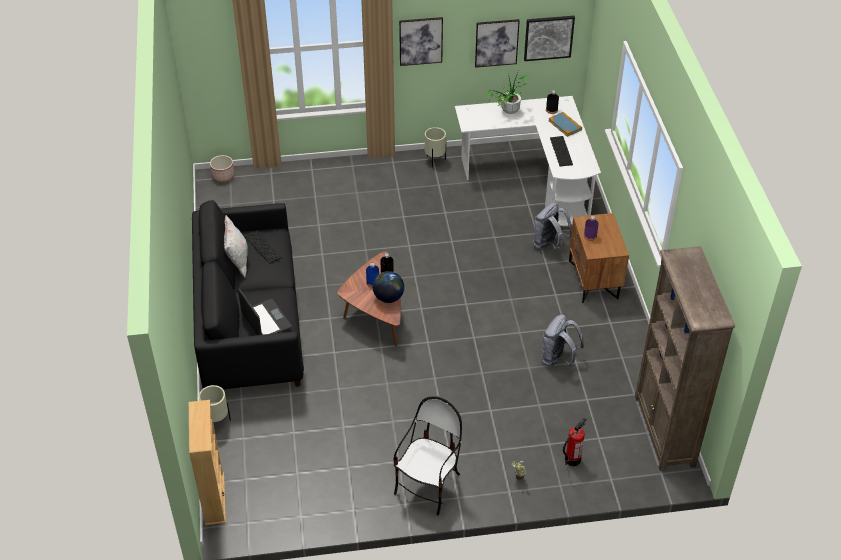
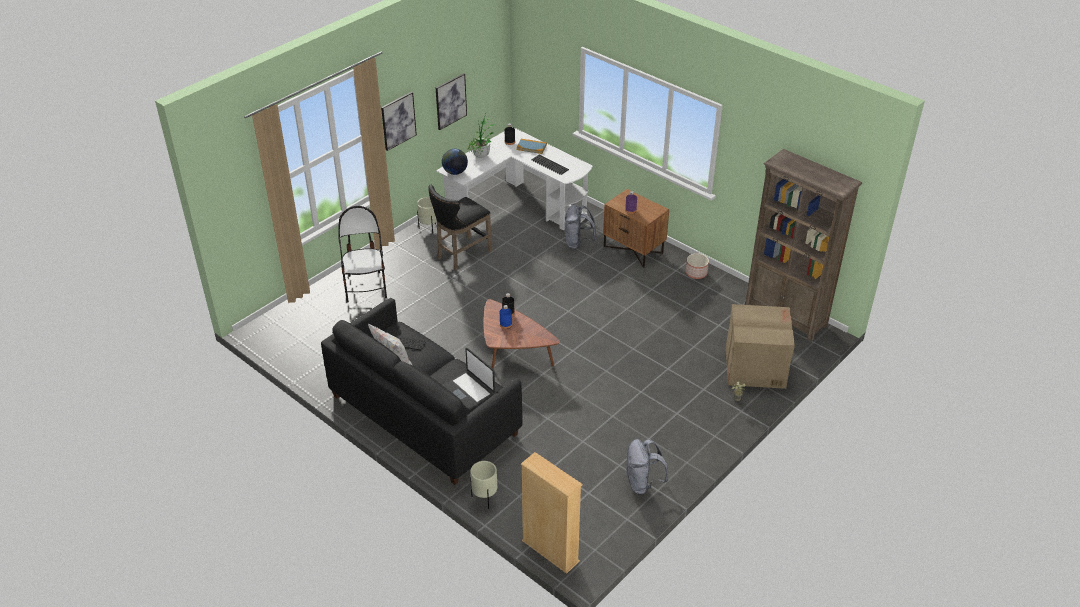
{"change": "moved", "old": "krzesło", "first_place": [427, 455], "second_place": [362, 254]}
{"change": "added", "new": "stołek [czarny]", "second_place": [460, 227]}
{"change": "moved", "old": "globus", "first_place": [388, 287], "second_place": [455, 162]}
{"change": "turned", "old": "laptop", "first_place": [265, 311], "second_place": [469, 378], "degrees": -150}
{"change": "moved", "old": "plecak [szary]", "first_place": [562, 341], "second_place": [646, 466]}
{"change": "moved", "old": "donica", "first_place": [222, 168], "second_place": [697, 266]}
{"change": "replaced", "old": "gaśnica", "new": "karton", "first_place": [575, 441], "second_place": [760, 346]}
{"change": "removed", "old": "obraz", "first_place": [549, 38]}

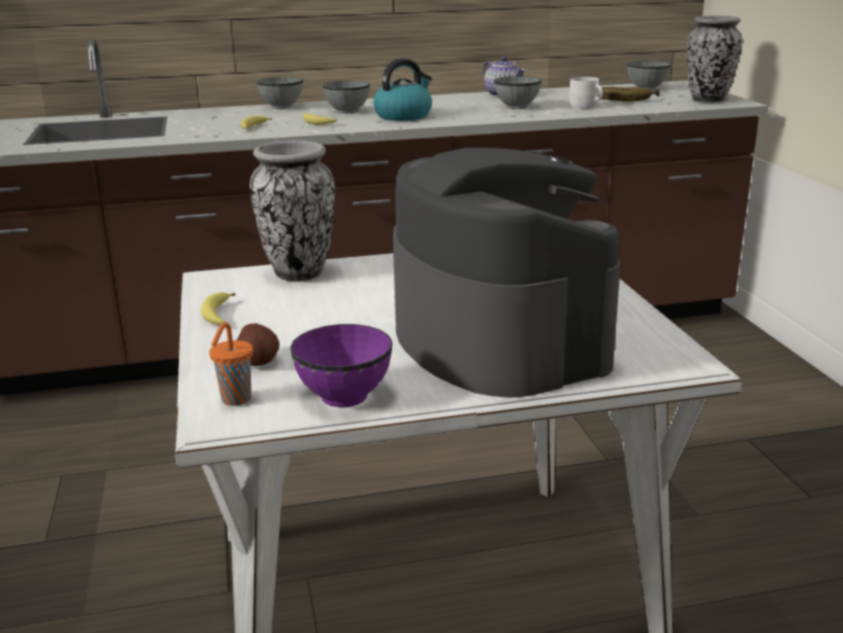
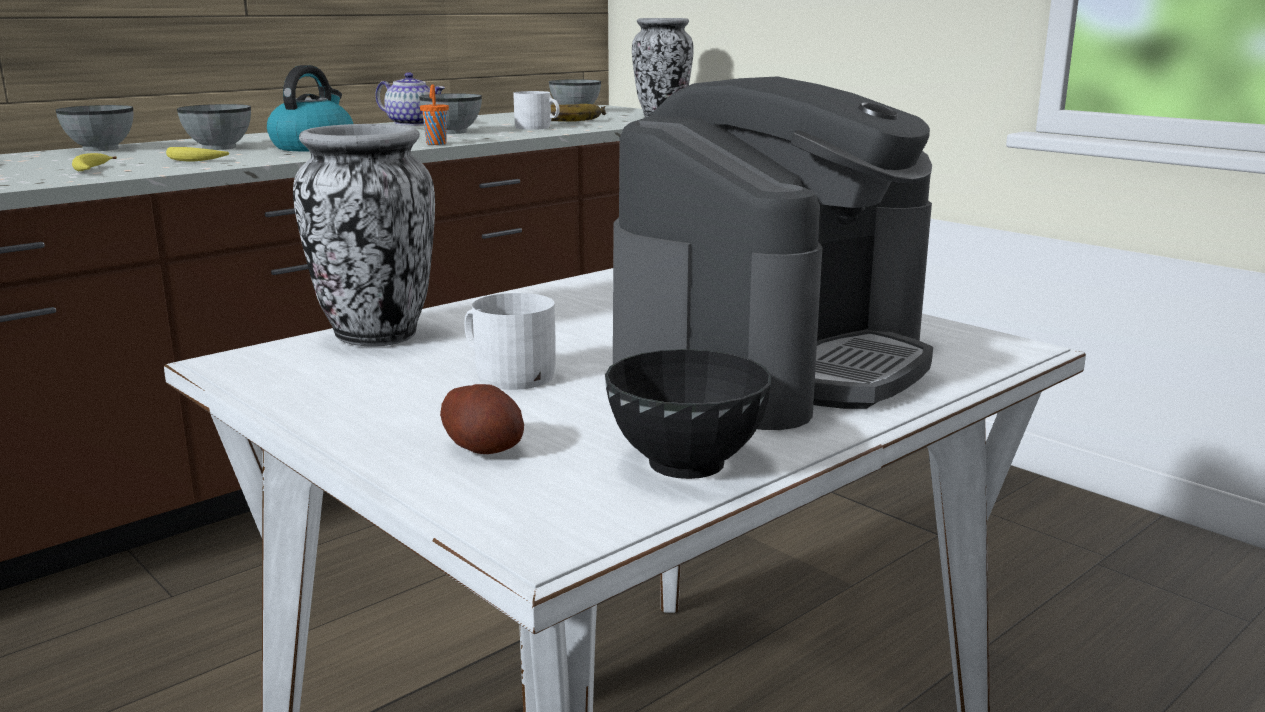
{"change": "moved", "old": "filiżanka [pomarańczowy]", "first_place": [231, 364], "second_place": [434, 114]}
{"change": "added", "new": "kubek [biały]", "second_place": [510, 341]}
{"change": "recoloured", "old": "miska [fioletowy]", "new": "miska [czarny]", "first_place": [341, 365], "second_place": [688, 414]}
{"change": "turned", "old": "ekspres do kawy", "first_place": [507, 272], "second_place": [773, 253], "degrees": 90}
{"change": "removed", "old": "banan", "first_place": [218, 308]}

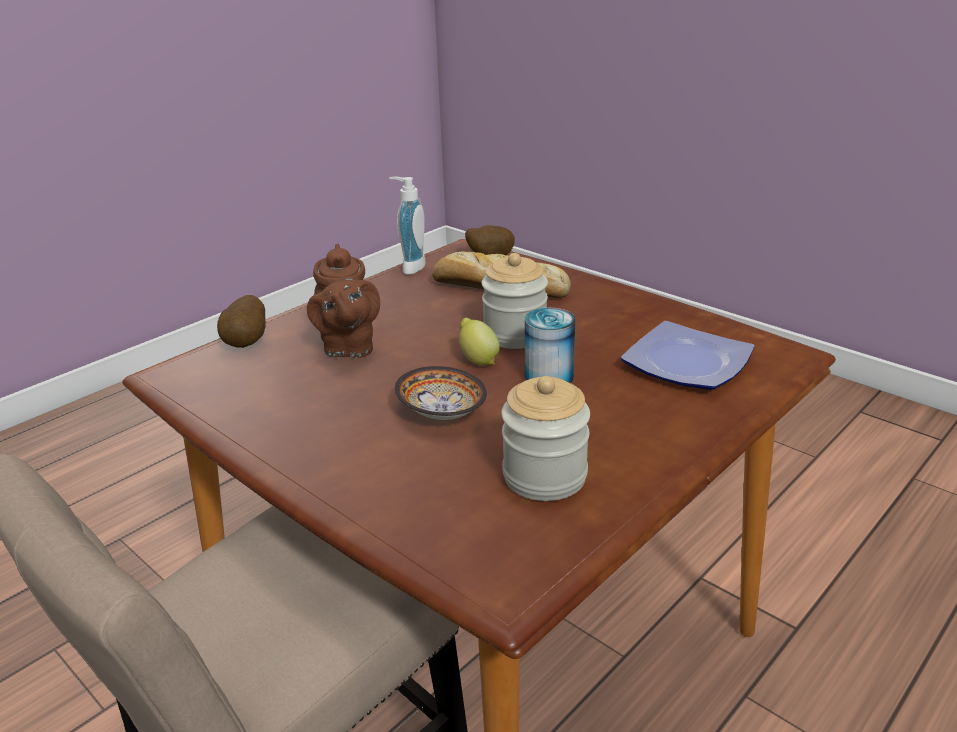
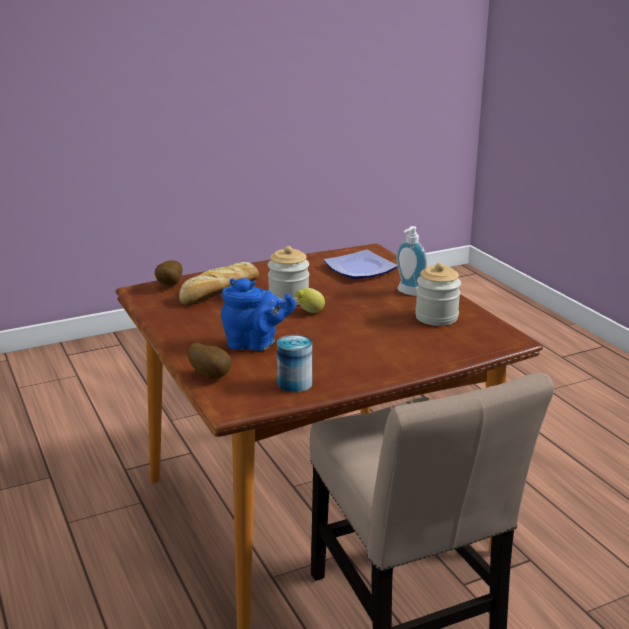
{"change": "recoloured", "old": "imbryk [brązowy]", "new": "imbryk [niebieski]", "first_place": [343, 301], "second_place": [258, 314]}
{"change": "moved", "old": "puszka", "first_place": [550, 345], "second_place": [294, 363]}
{"change": "moved", "old": "dozownik mydła", "first_place": [407, 226], "second_place": [411, 261]}
{"change": "removed", "old": "miska", "first_place": [441, 393]}

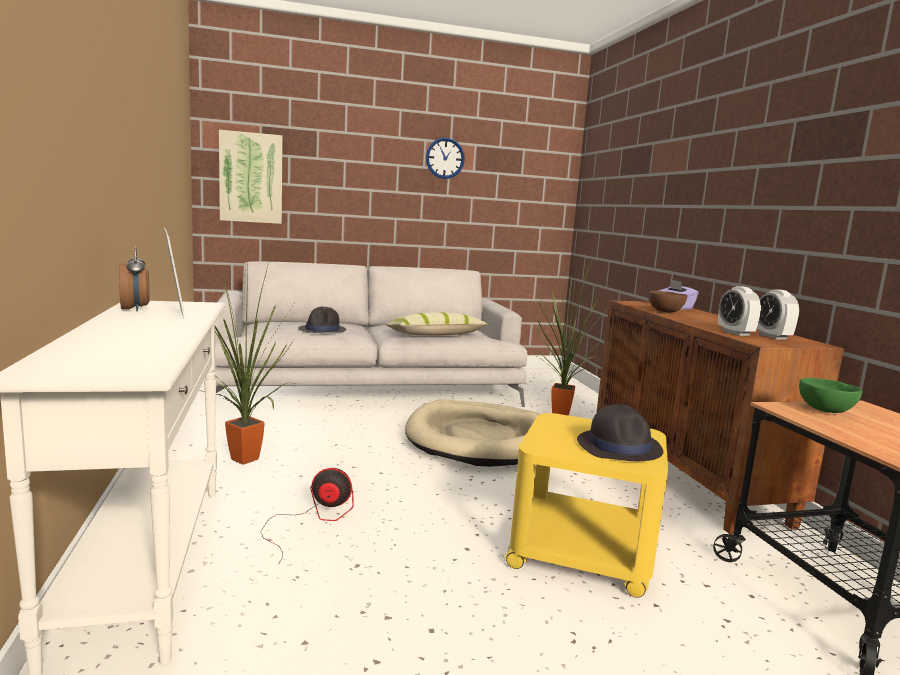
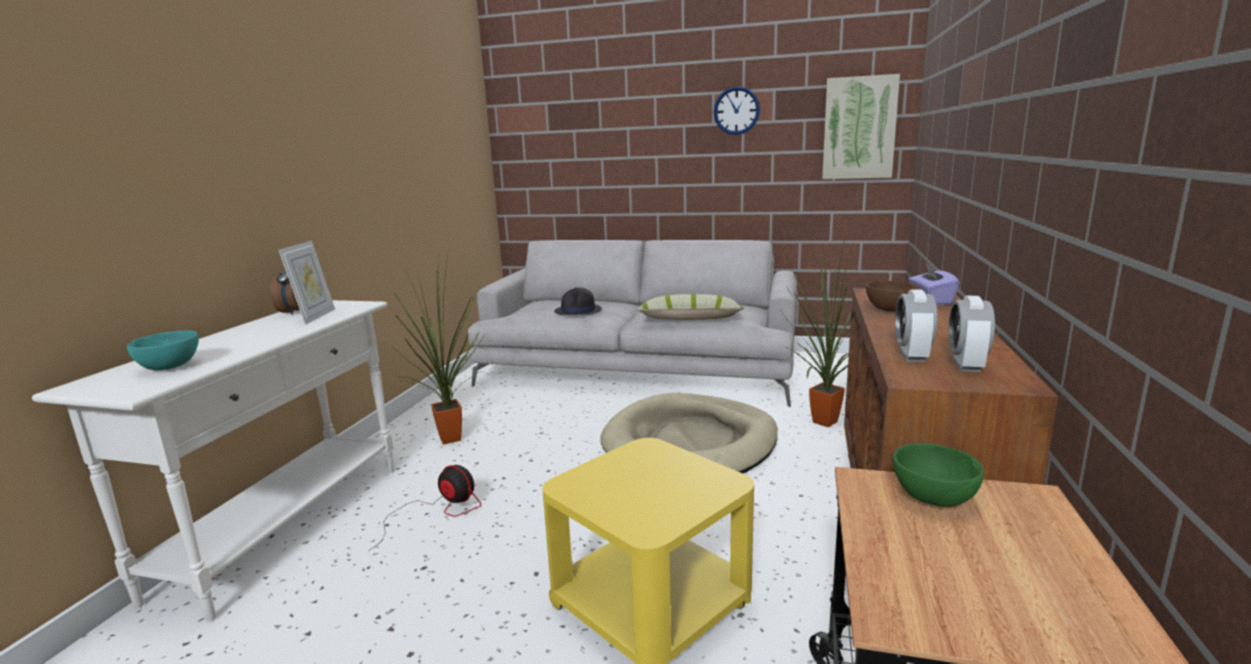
{"change": "added", "new": "miska [turkusowy]", "second_place": [163, 350]}
{"change": "moved", "old": "obraz", "first_place": [251, 177], "second_place": [861, 126]}
{"change": "removed", "old": "kapelusz [czarny]", "first_place": [620, 432]}

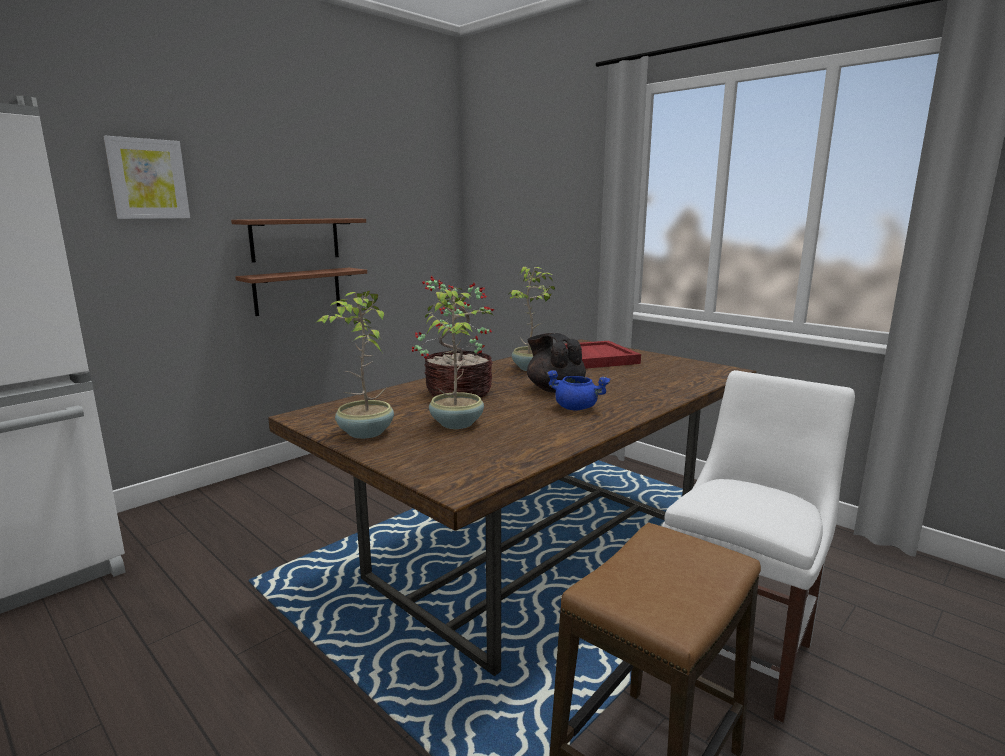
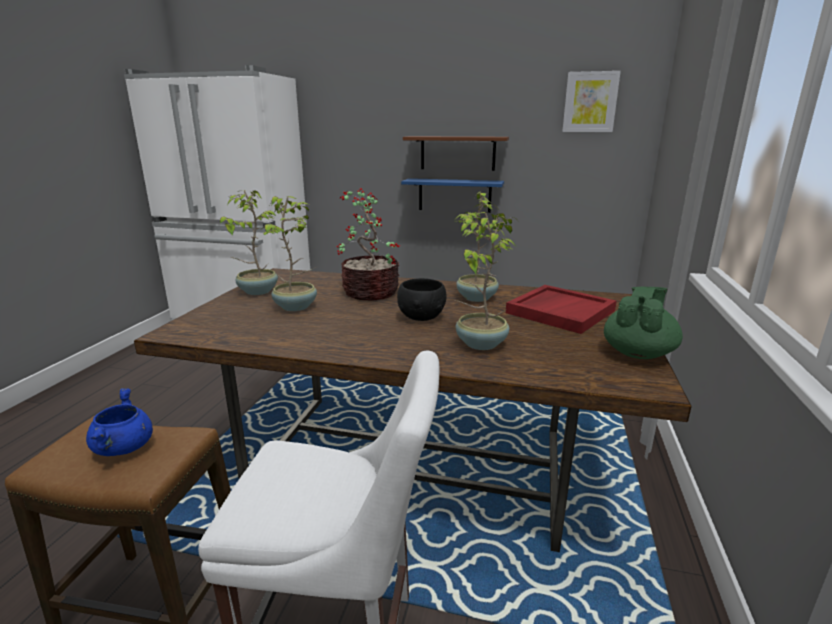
{"change": "moved", "old": "garnek [niebieski]", "first_place": [578, 390], "second_place": [119, 422]}
{"change": "replaced", "old": "imbryk [czarny]", "new": "miska [czarny]", "first_place": [556, 363], "second_place": [422, 299]}
{"change": "recoloured", "old": "półka [brązowy]", "new": "półka [niebieski]", "first_place": [301, 292], "second_place": [452, 195]}
{"change": "added", "new": "roślina doniczkowa", "second_place": [485, 281]}
{"change": "moved", "old": "obraz", "first_place": [146, 177], "second_place": [591, 101]}
{"change": "added", "new": "imbryk [zielony]", "second_place": [643, 323]}

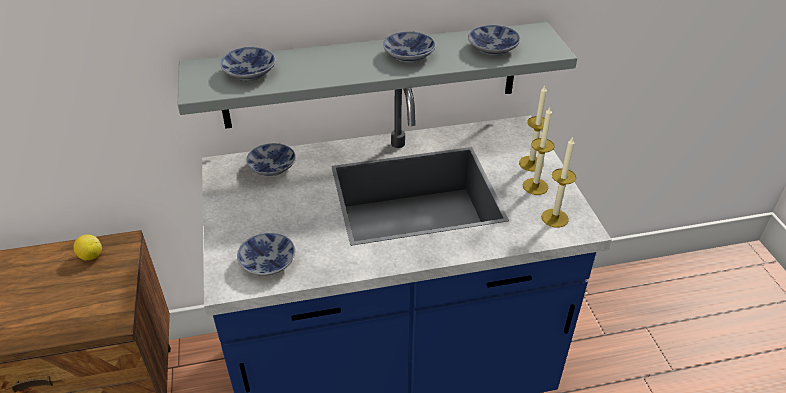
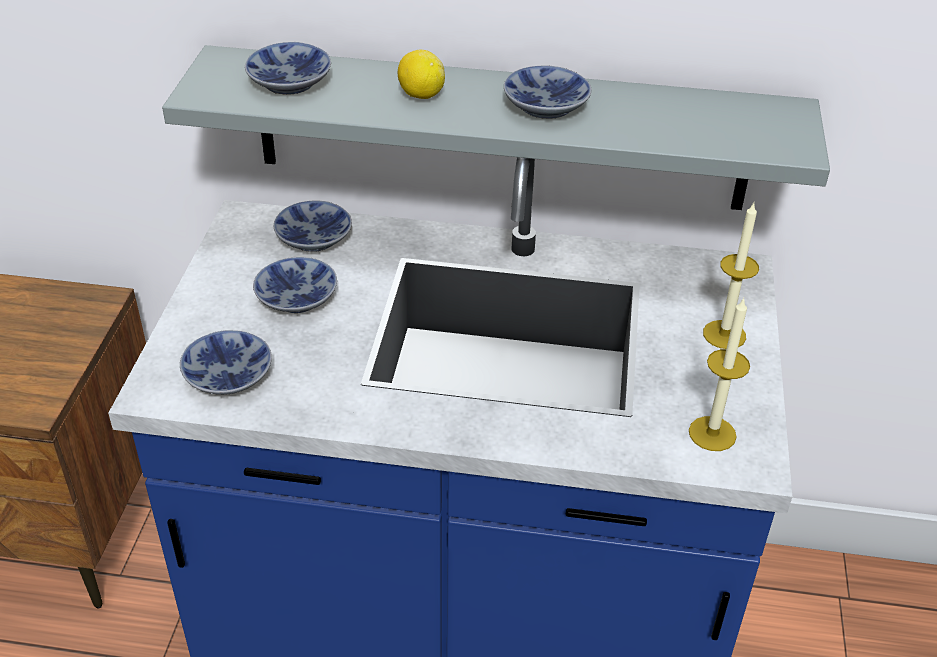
{"change": "moved", "old": "miska", "first_place": [494, 40], "second_place": [295, 285]}
{"change": "moved", "old": "cytryna", "first_place": [87, 247], "second_place": [421, 74]}
{"change": "removed", "old": "świeca", "first_place": [539, 151]}

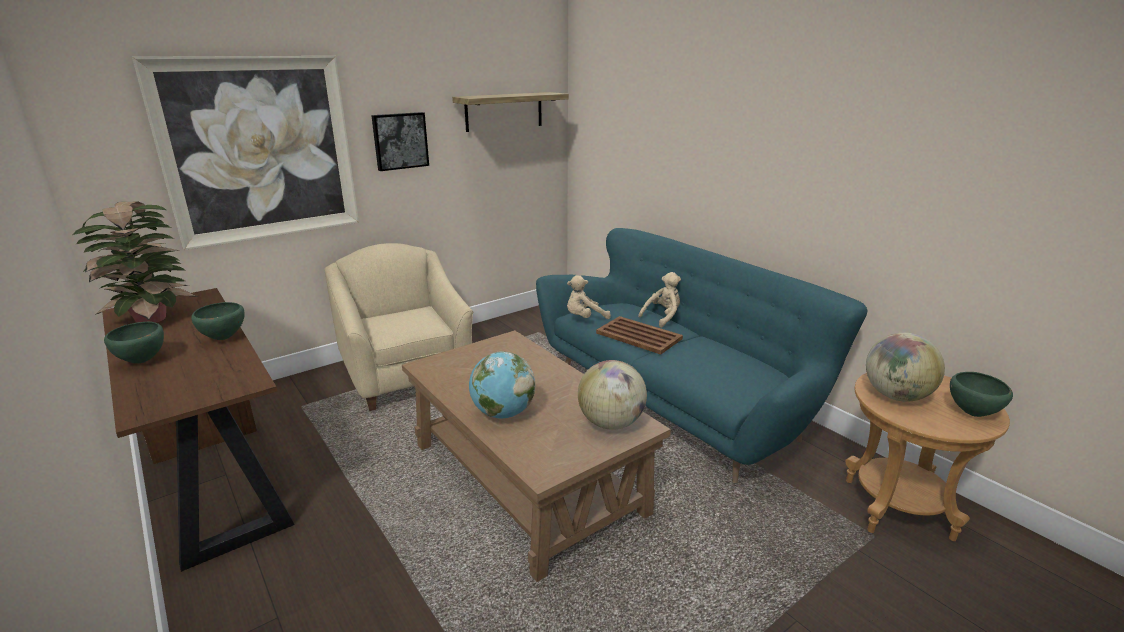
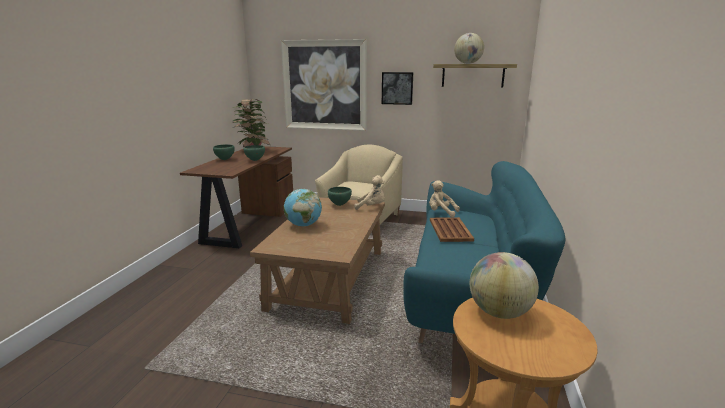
{"change": "moved", "old": "miska [zielony]", "first_place": [981, 394], "second_place": [340, 196]}
{"change": "moved", "old": "pluszak [beżowy]", "first_place": [659, 300], "second_place": [369, 192]}
{"change": "moved", "old": "globus", "first_place": [612, 395], "second_place": [469, 48]}

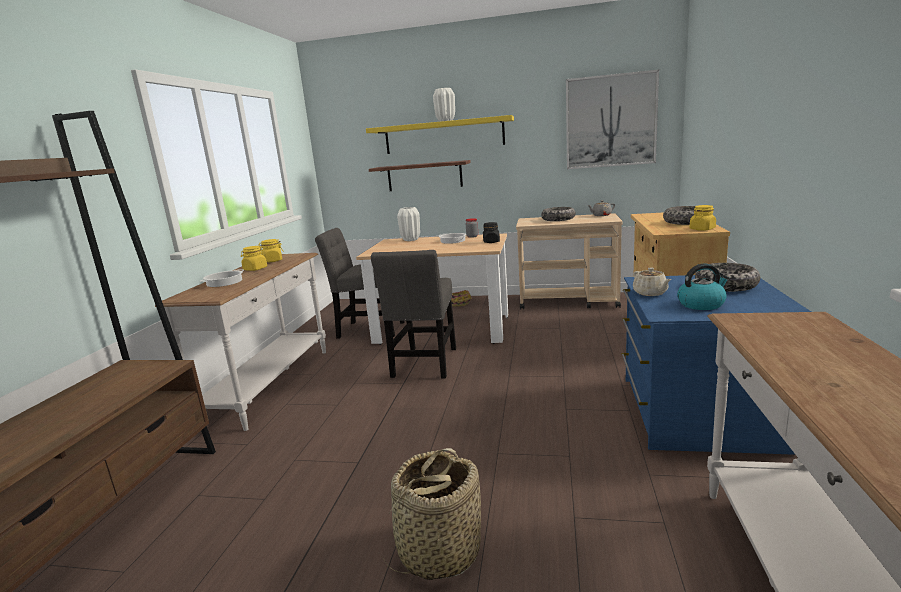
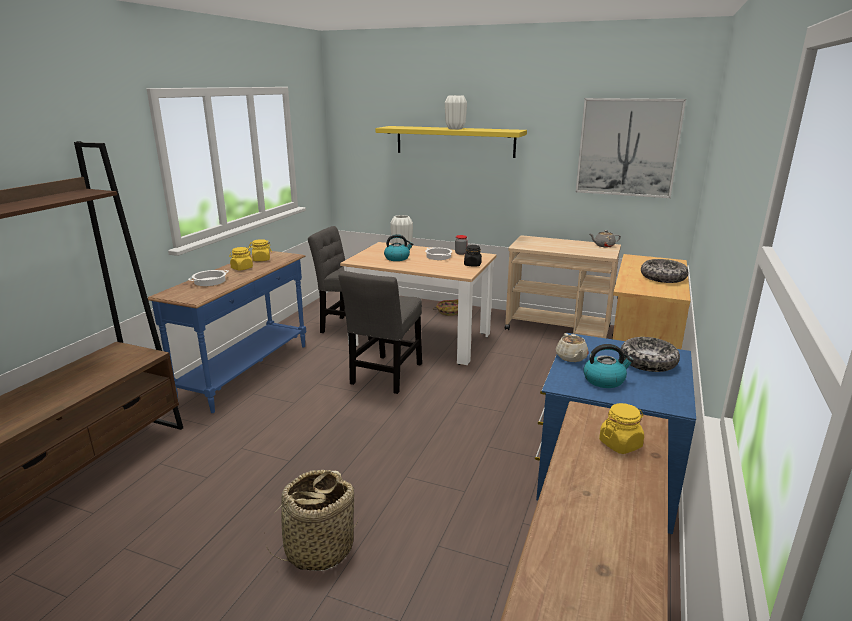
{"change": "recoloured", "old": "stolik konsolowy [biały]", "new": "stolik konsolowy [niebieski]", "first_place": [240, 342], "second_place": [227, 332]}
{"change": "added", "new": "czajnik", "second_place": [398, 247]}
{"change": "moved", "old": "słoik [żółty]", "first_place": [702, 218], "second_place": [621, 428]}
{"change": "removed", "old": "półka", "first_place": [420, 175]}
{"change": "removed", "old": "miska", "first_place": [558, 214]}

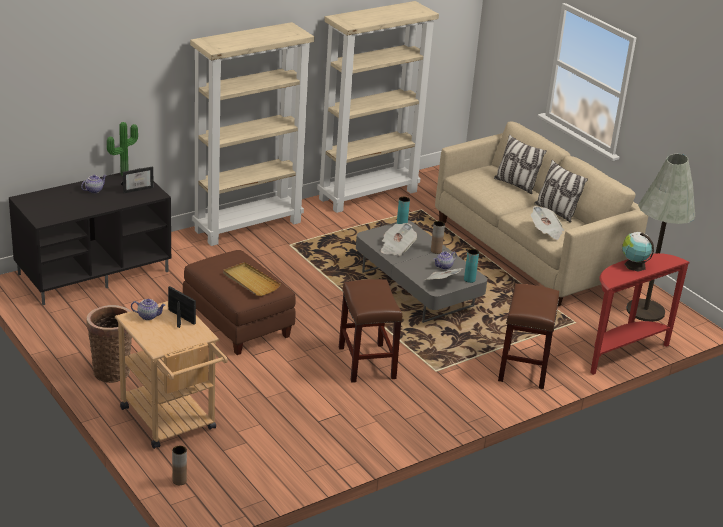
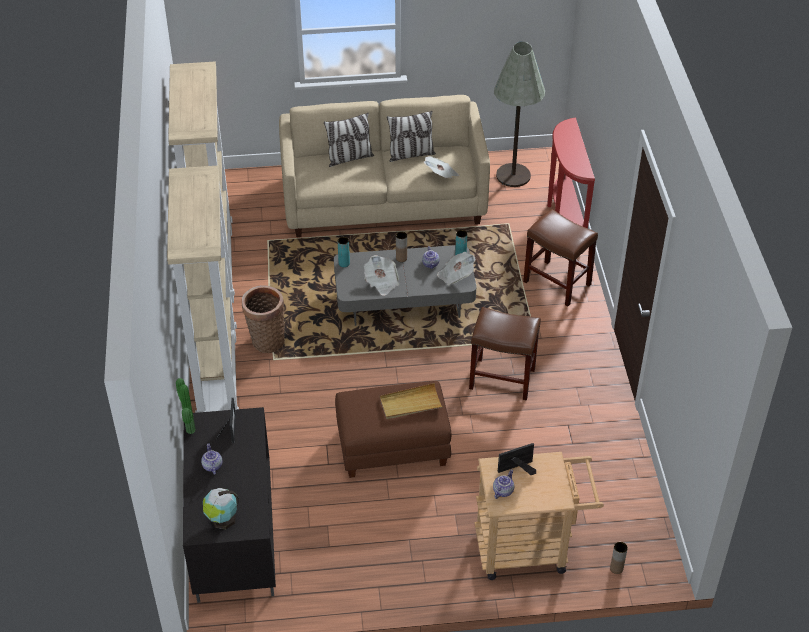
{"change": "moved", "old": "globus", "first_place": [638, 251], "second_place": [221, 508]}
{"change": "moved", "old": "koszyk", "first_place": [109, 344], "second_place": [263, 319]}

